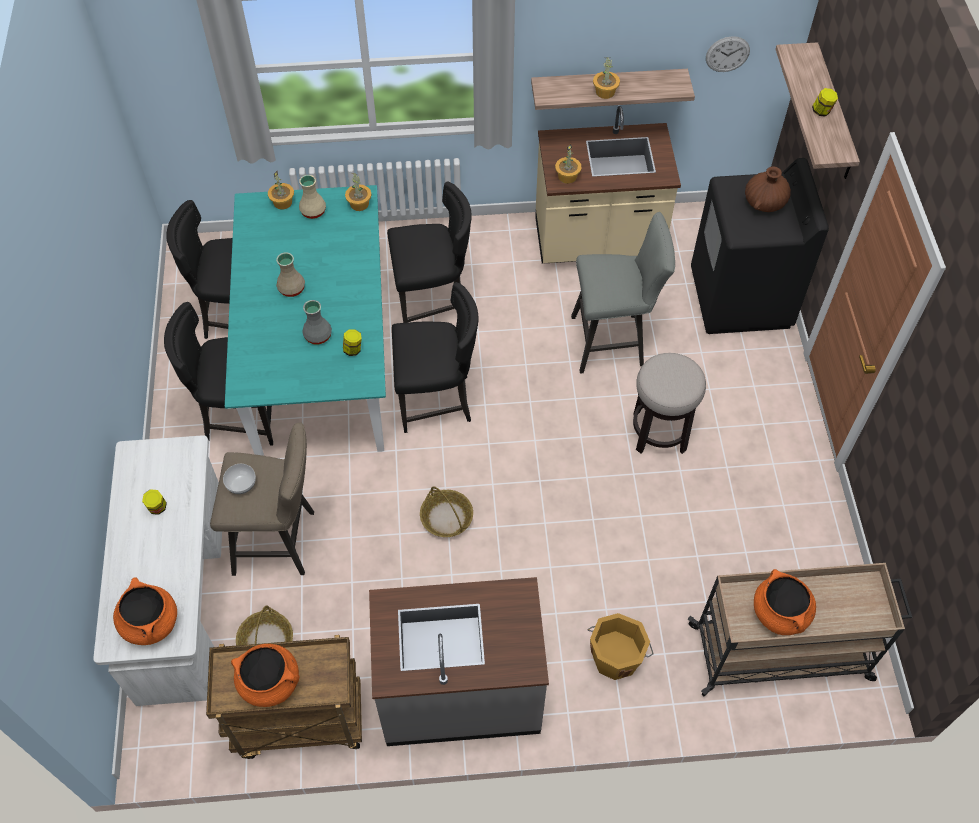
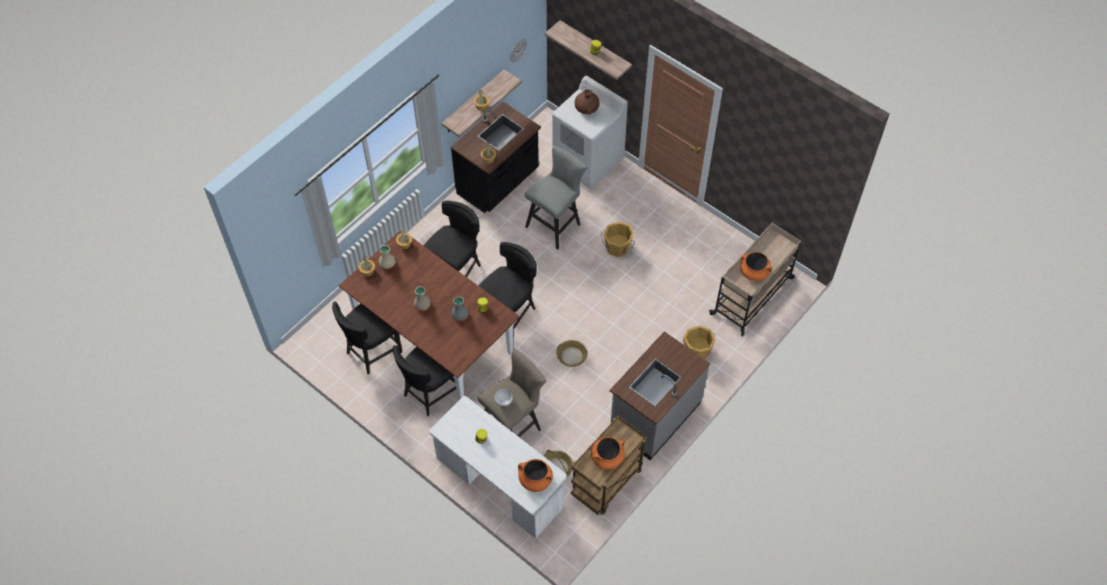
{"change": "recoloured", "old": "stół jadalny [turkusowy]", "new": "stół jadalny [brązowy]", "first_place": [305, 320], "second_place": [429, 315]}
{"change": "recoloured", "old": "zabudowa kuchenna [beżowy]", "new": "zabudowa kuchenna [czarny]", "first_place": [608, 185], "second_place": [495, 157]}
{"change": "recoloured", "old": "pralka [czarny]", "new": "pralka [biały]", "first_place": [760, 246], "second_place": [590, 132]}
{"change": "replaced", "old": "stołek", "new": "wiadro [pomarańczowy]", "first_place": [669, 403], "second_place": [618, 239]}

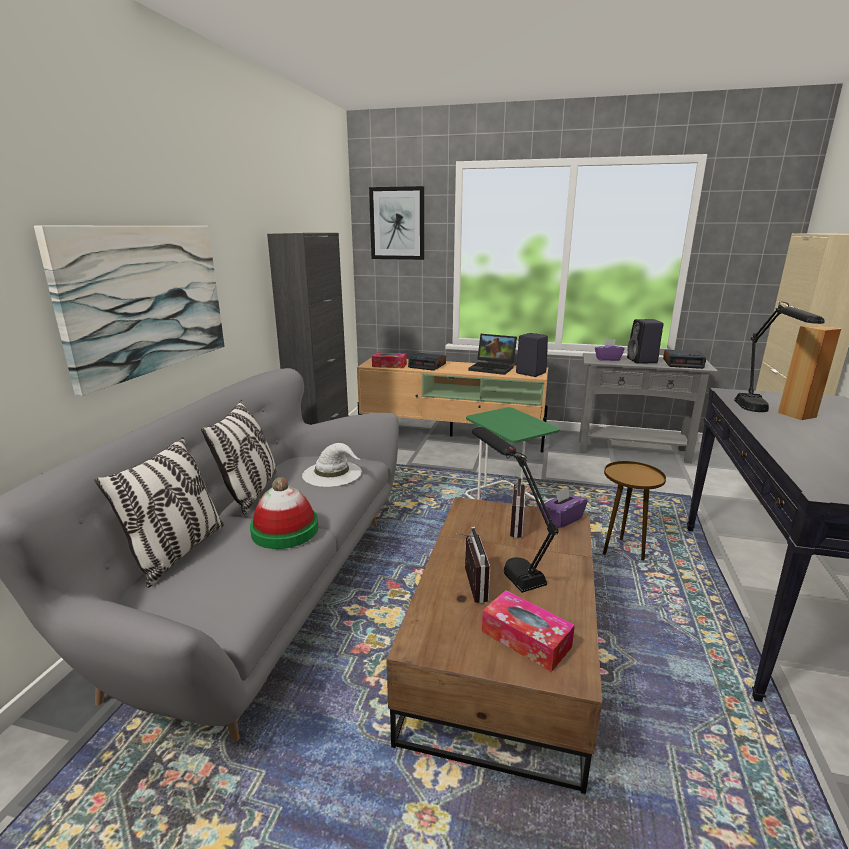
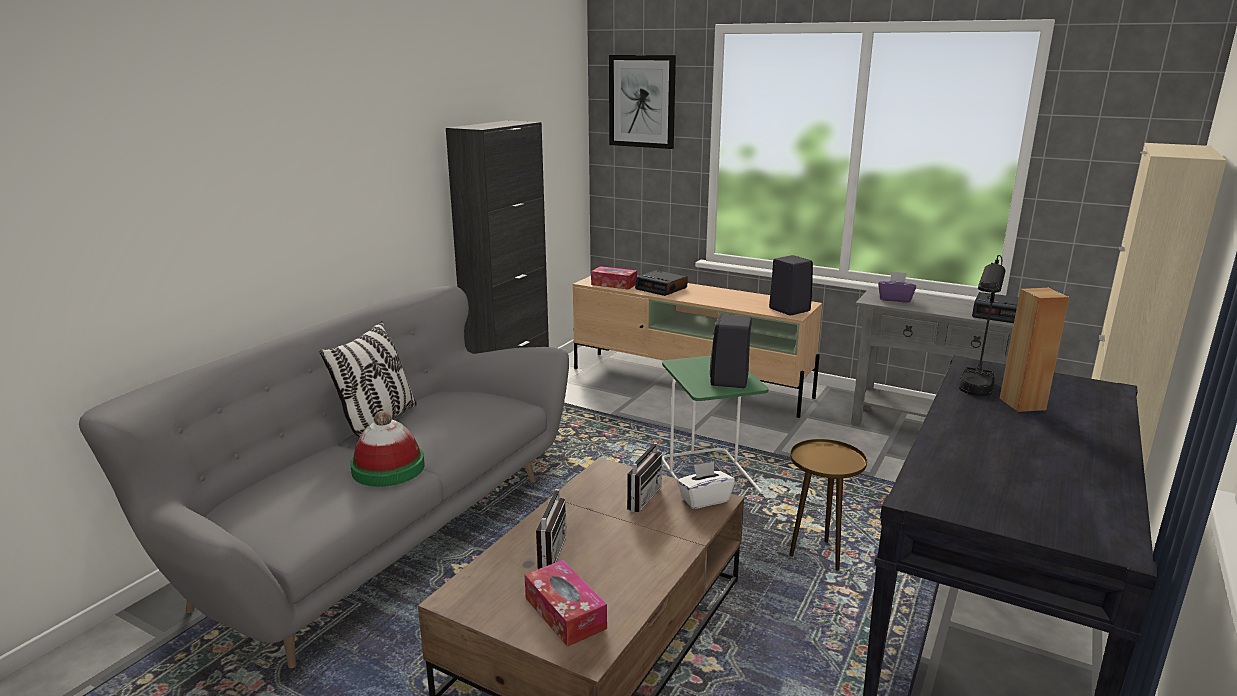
{"change": "recoloured", "old": "pudełko chusteczek [fioletowy]", "new": "pudełko chusteczek [biały]", "first_place": [564, 507], "second_place": [706, 485]}
{"change": "moved", "old": "głośnik [czarny]", "first_place": [645, 341], "second_place": [731, 351]}
{"change": "removed", "old": "obraz", "first_place": [129, 310]}
{"change": "removed", "old": "poduszka", "first_place": [159, 512]}
{"change": "removed", "old": "kapelusz [biały]", "first_place": [332, 465]}
{"change": "removed", "old": "laptop", "first_place": [492, 354]}
{"change": "removed", "old": "lampa stołowa [czarny]", "first_place": [514, 510]}

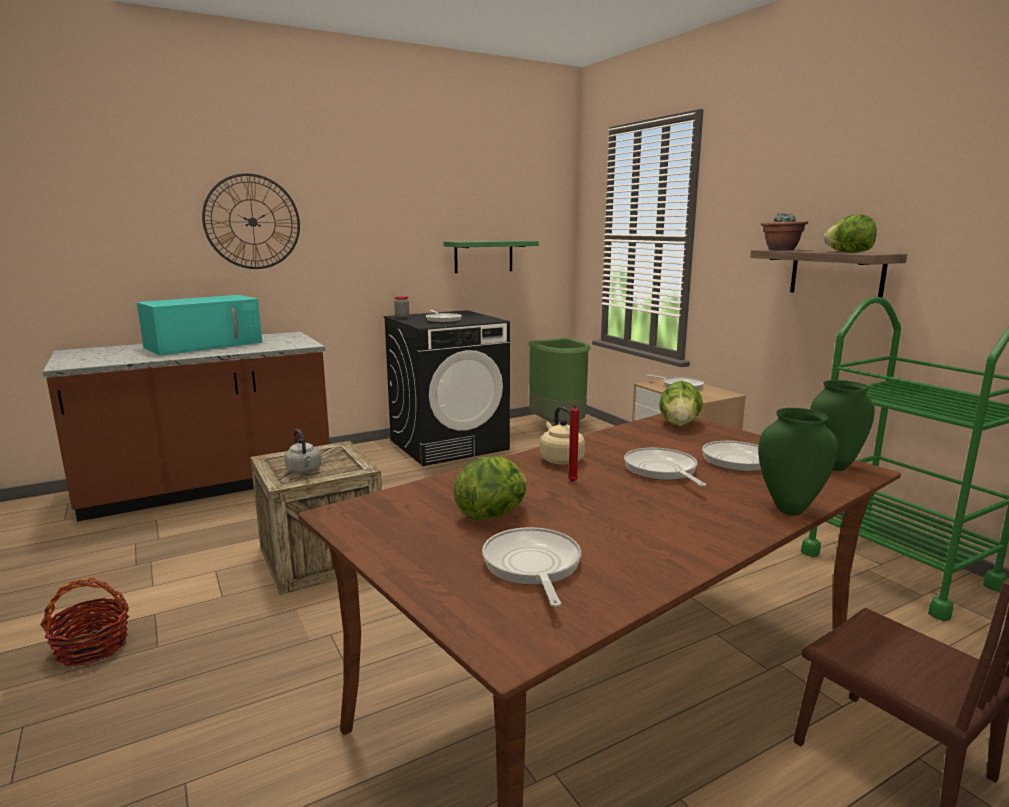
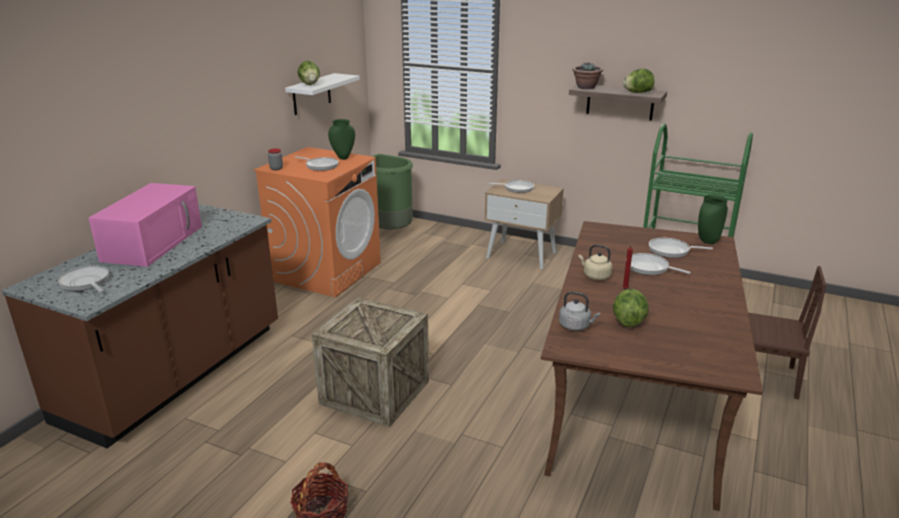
{"change": "moved", "old": "patelnia", "first_place": [531, 567], "second_place": [83, 279]}
{"change": "recoloured", "old": "mikrofalówka [turkusowy]", "new": "mikrofalówka [różowy]", "first_place": [199, 325], "second_place": [145, 225]}
{"change": "recoloured", "old": "pralka [czarny]", "new": "pralka [pomarańczowy]", "first_place": [447, 388], "second_place": [317, 222]}
{"change": "recoloured", "old": "półka [zielony]", "new": "półka [biały]", "first_place": [491, 256], "second_place": [322, 94]}
{"change": "moved", "old": "sałata", "first_place": [681, 403], "second_place": [308, 73]}
{"change": "moved", "old": "wazon [zielony]", "first_place": [798, 462], "second_place": [341, 139]}
{"change": "moved", "old": "czajnik [szary]", "first_place": [302, 451], "second_place": [579, 311]}
{"change": "removed", "old": "zegar ścienny", "first_place": [251, 221]}

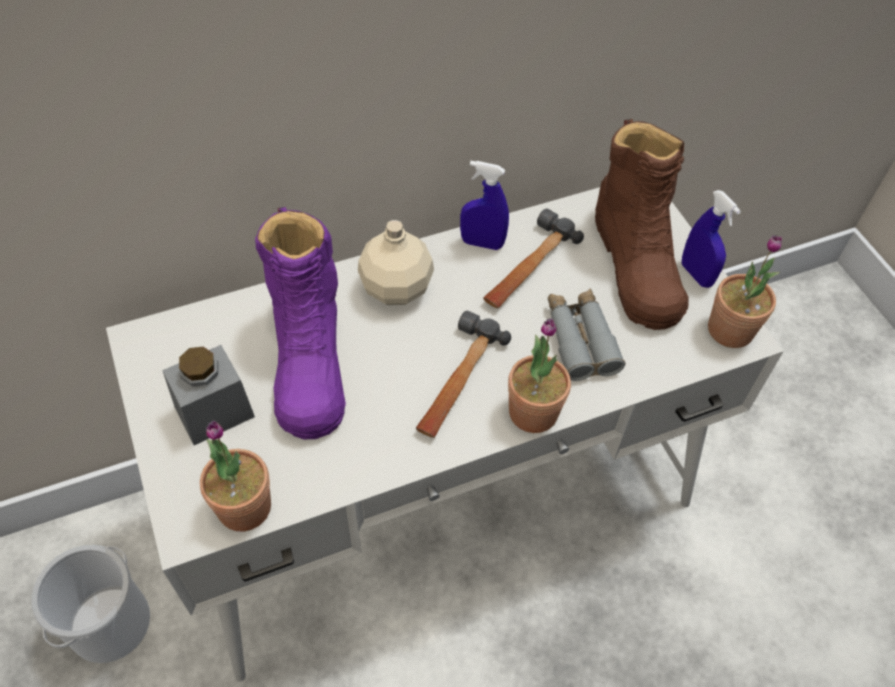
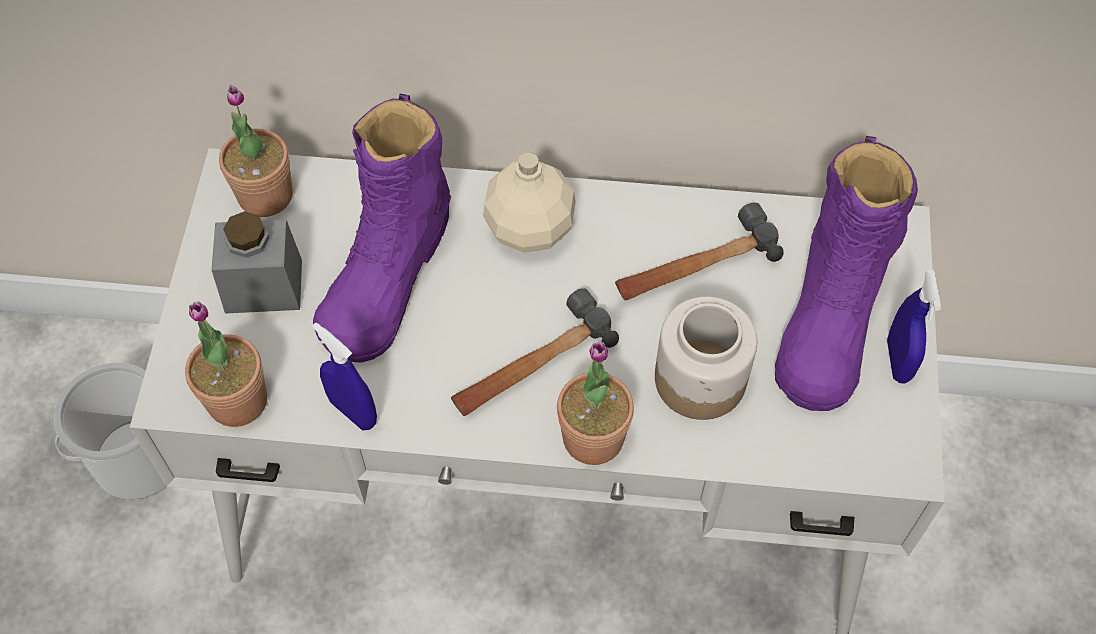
{"change": "moved", "old": "roślina doniczkowa", "first_place": [745, 291], "second_place": [256, 151]}
{"change": "moved", "old": "spryskiwacz [niebieski]", "first_place": [484, 205], "second_place": [344, 376]}
{"change": "replaced", "old": "lornetka [szary]", "new": "słoik", "first_place": [586, 334], "second_place": [706, 358]}
{"change": "recoloured", "old": "but z cholewką [brązowy]", "new": "but z cholewką [fioletowy]", "first_place": [642, 224], "second_place": [846, 273]}

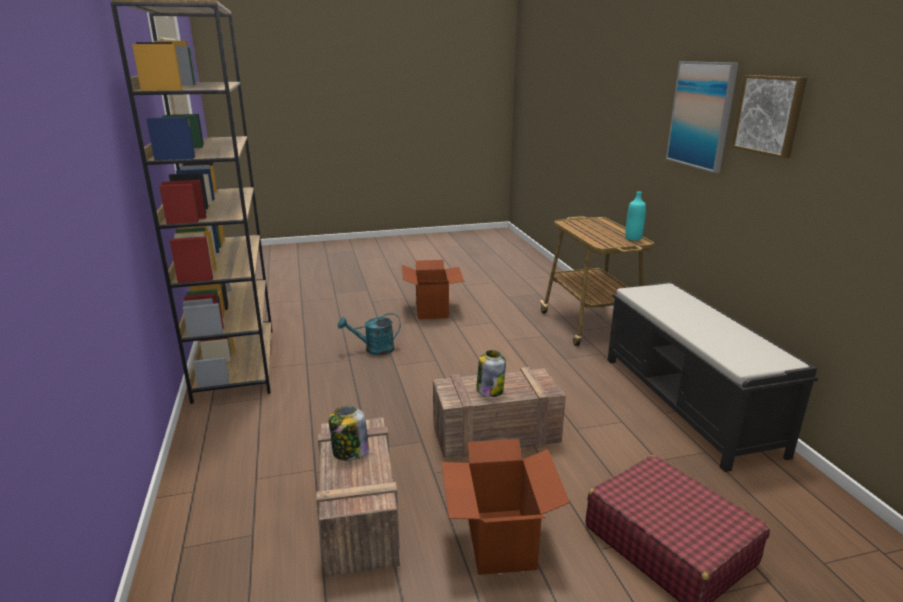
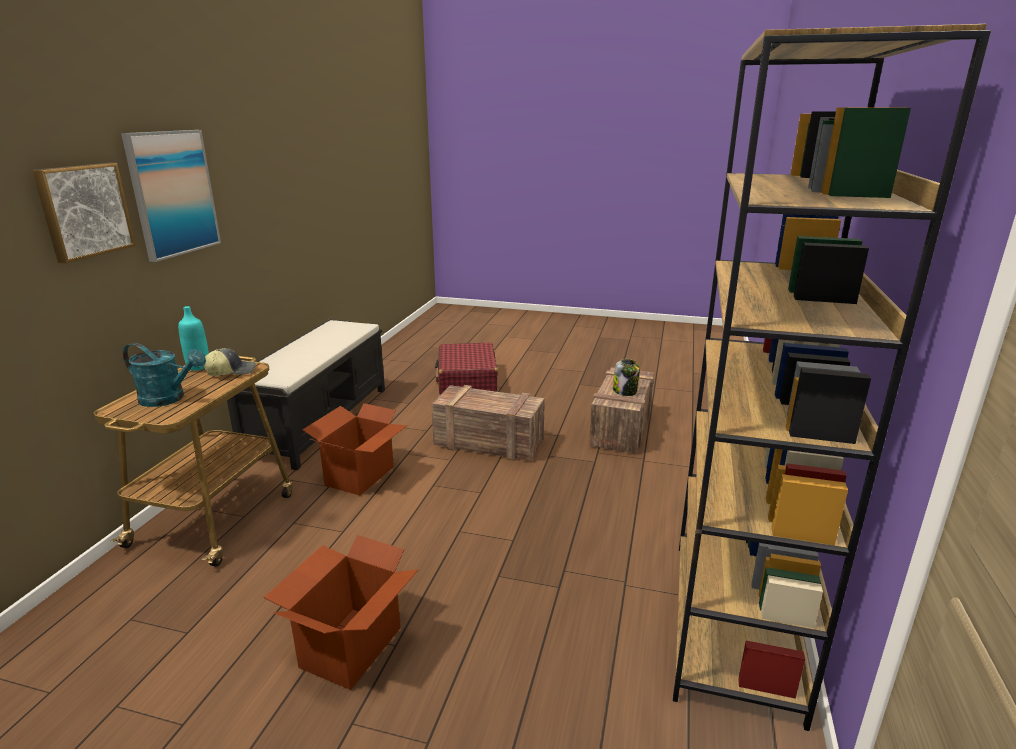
{"change": "moved", "old": "obraz", "first_place": [769, 116], "second_place": [84, 213]}
{"change": "moved", "old": "konewka [turkusowy]", "first_place": [369, 334], "second_place": [164, 375]}
{"change": "added", "new": "czapka z daszkiem", "second_place": [229, 362]}
{"change": "moved", "old": "karton", "first_place": [505, 507], "second_place": [354, 449]}
{"change": "removed", "old": "słoik", "first_place": [491, 373]}

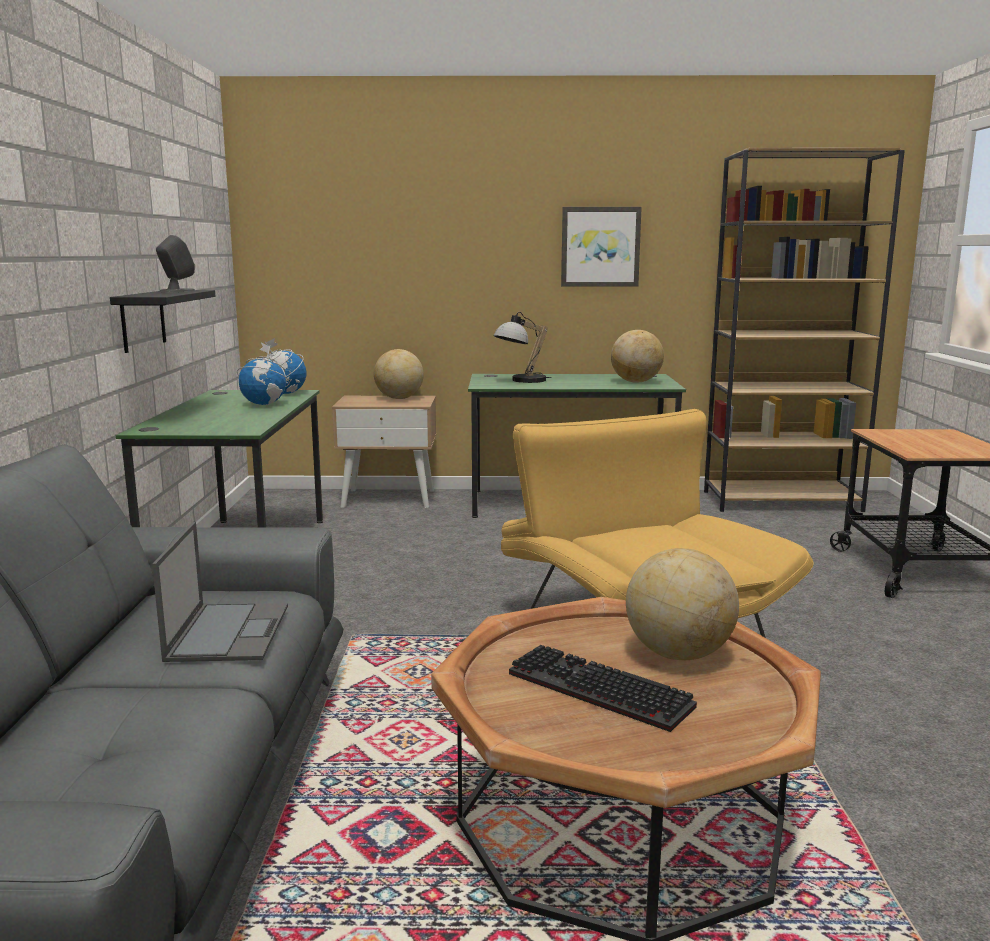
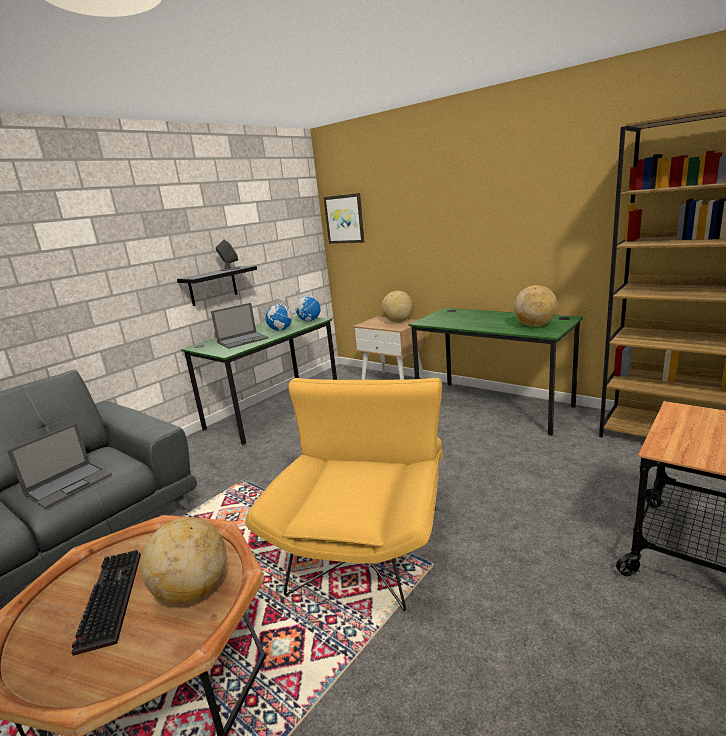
{"change": "added", "new": "laptop", "second_place": [240, 326]}
{"change": "moved", "old": "obraz", "first_place": [601, 247], "second_place": [344, 218]}
{"change": "removed", "old": "lampa stołowa", "first_place": [522, 347]}

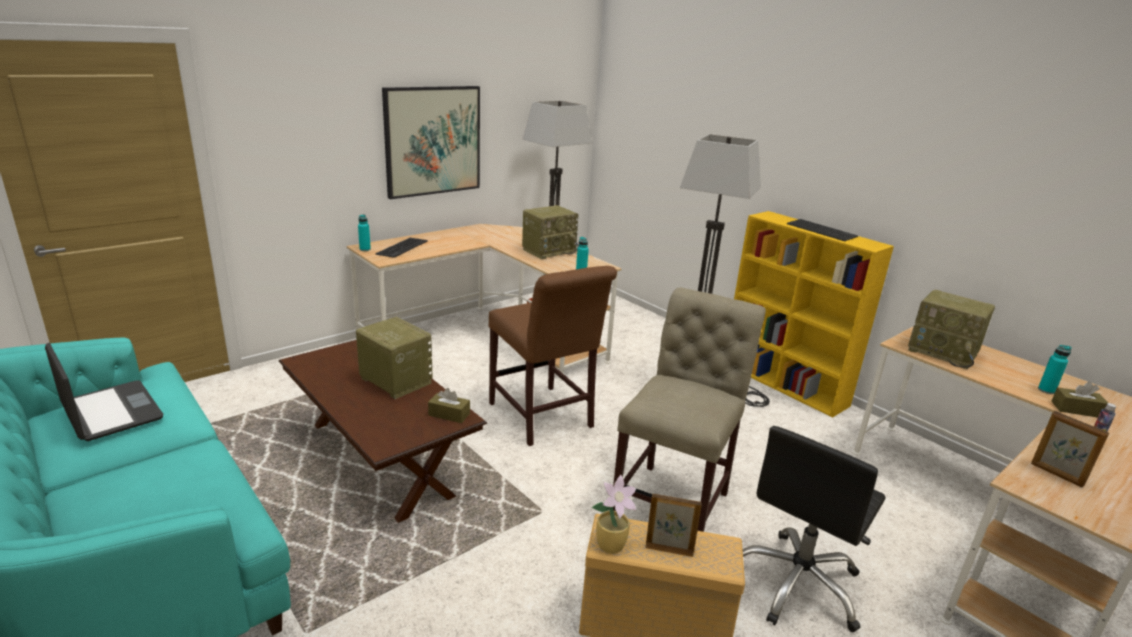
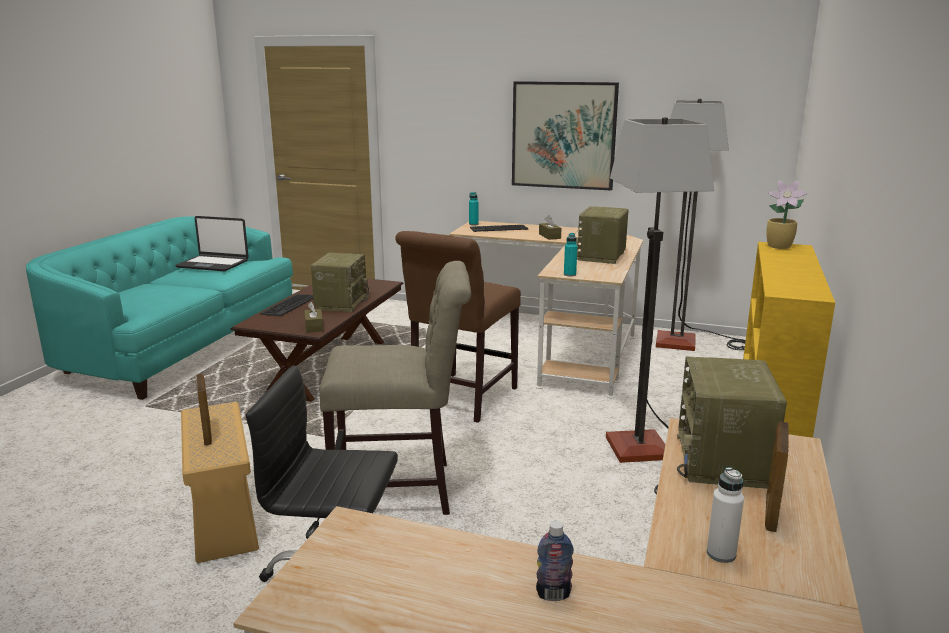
{"change": "turned", "old": "laptop", "first_place": [104, 392], "second_place": [212, 243], "degrees": 90}
{"change": "moved", "old": "klawiatura", "first_place": [822, 230], "second_place": [286, 305]}
{"change": "moved", "old": "pudełko chusteczek [brązowy]", "first_place": [1079, 400], "second_place": [550, 227]}
{"change": "turned", "old": "radio", "first_place": [550, 232], "second_place": [602, 235], "degrees": 90}
{"change": "recoloured", "old": "butelka [turkusowy]", "new": "butelka [biały]", "first_place": [1055, 369], "second_place": [725, 515]}
{"change": "moved", "old": "ramka na zdjęcie", "first_place": [1070, 449], "second_place": [777, 477]}
{"change": "moved", "old": "roślina doniczkowa", "first_place": [614, 514], "second_place": [787, 214]}

